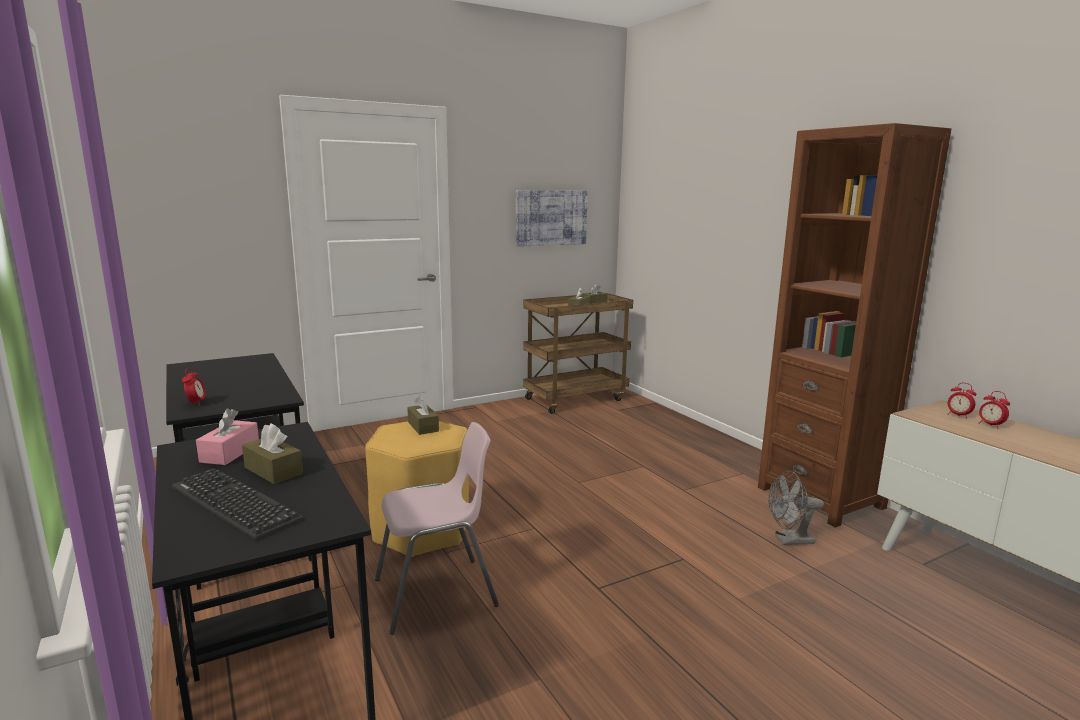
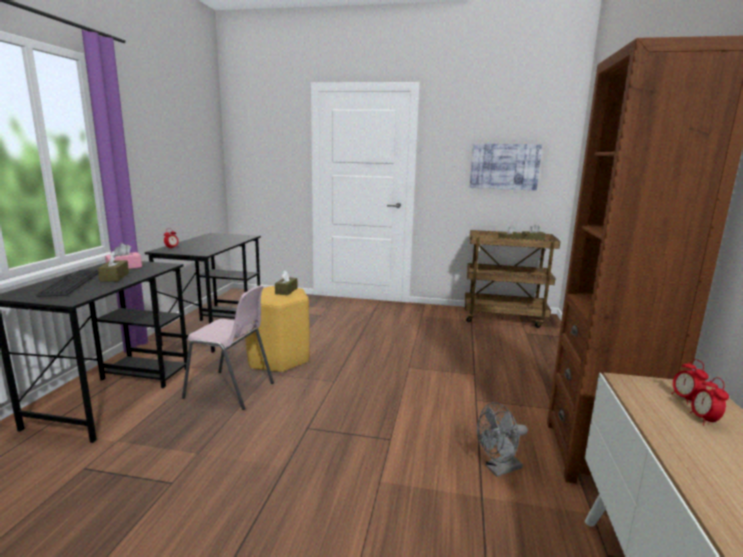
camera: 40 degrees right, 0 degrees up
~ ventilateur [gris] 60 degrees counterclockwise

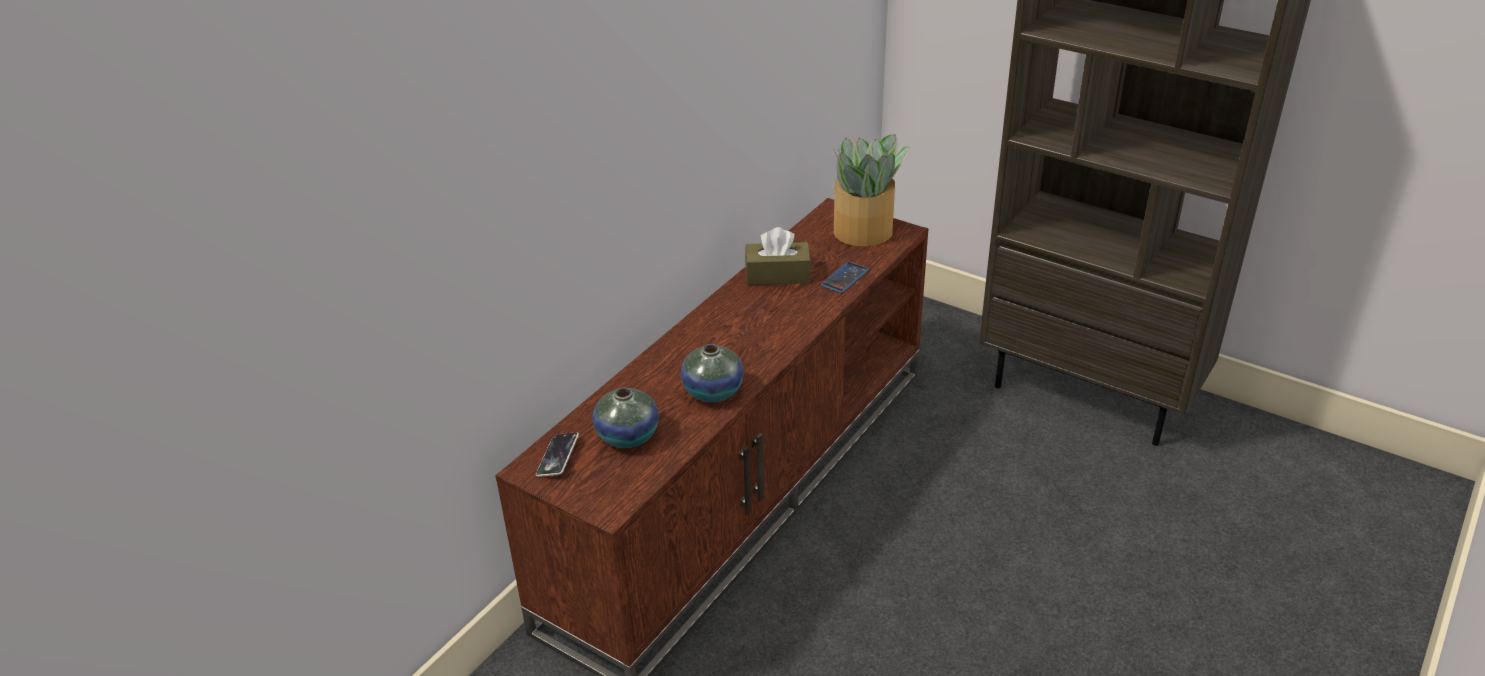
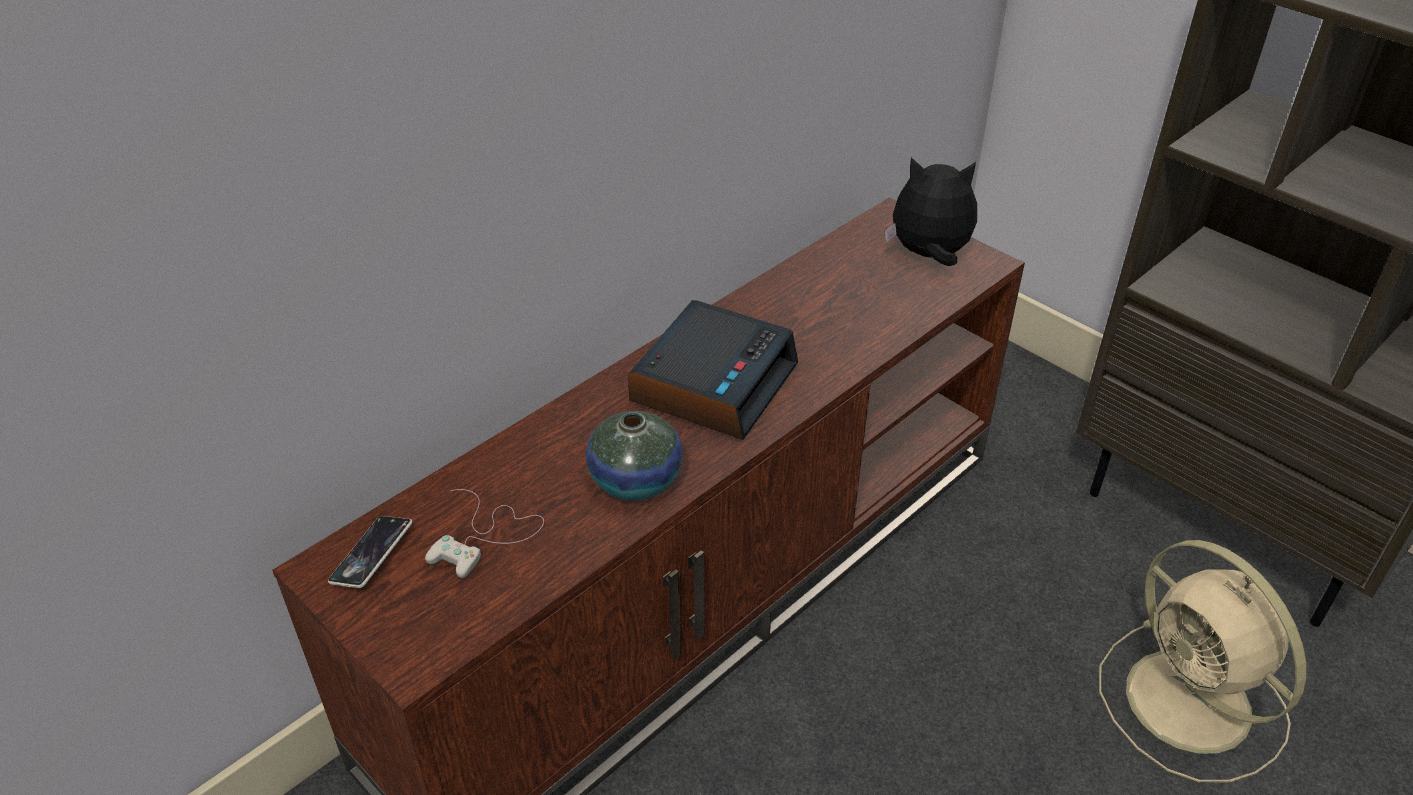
camera: 10 degrees right, 5 degrees up
~ vase (1st from left) to manette [blanc]
+ réveil
~ plante en pot to peluche
+ ventilateur [beige]
- boîte à mouchoirs [marron]
- téléphone (2nd from left)

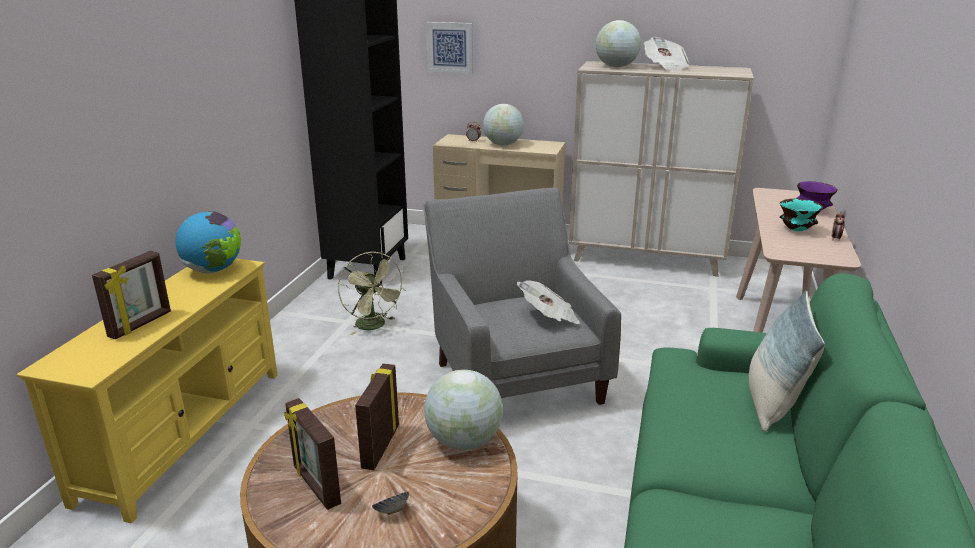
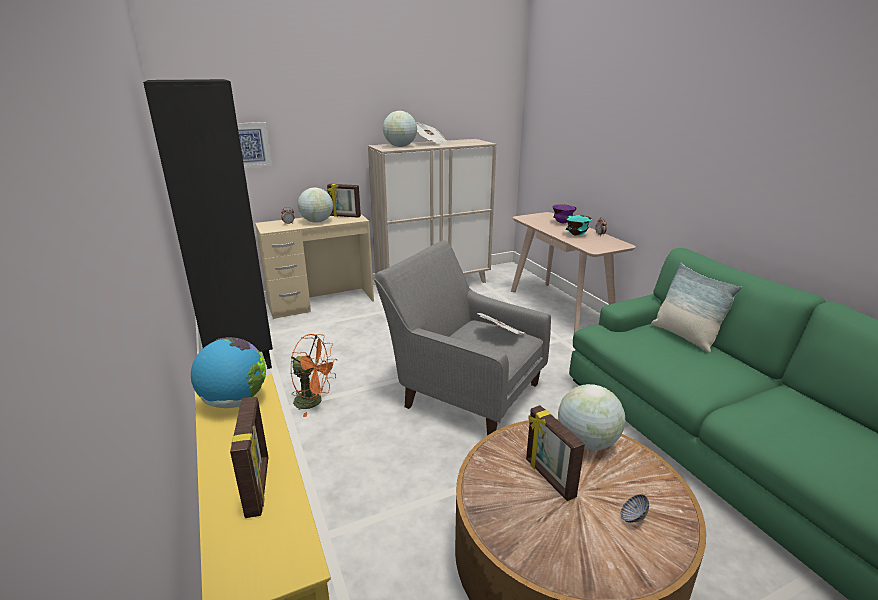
camera: 40 degrees left, 0 degrees up
~ ventilateur [vert] to ventilateur [orange]
~ cadre photo (2nd from left)

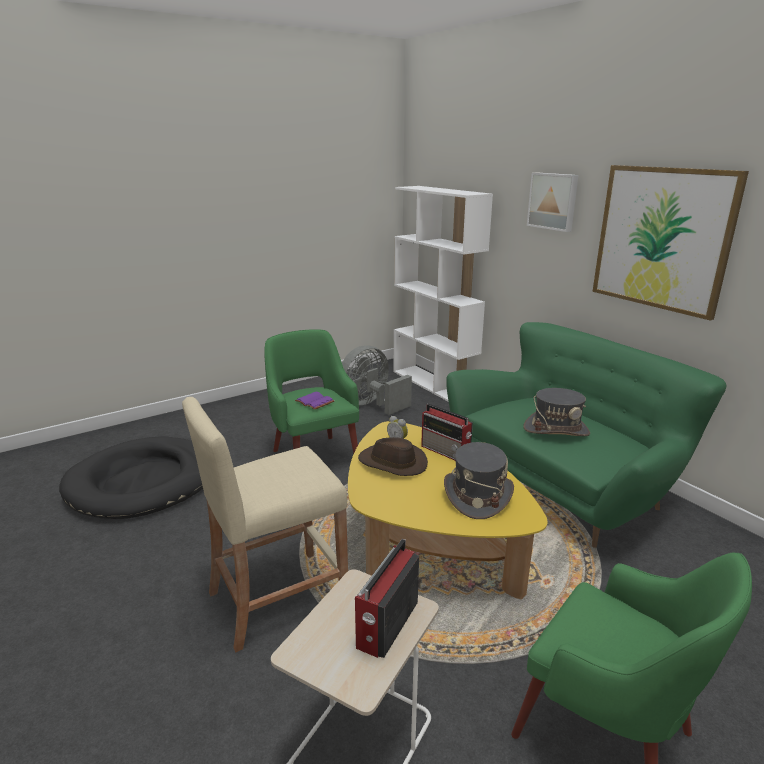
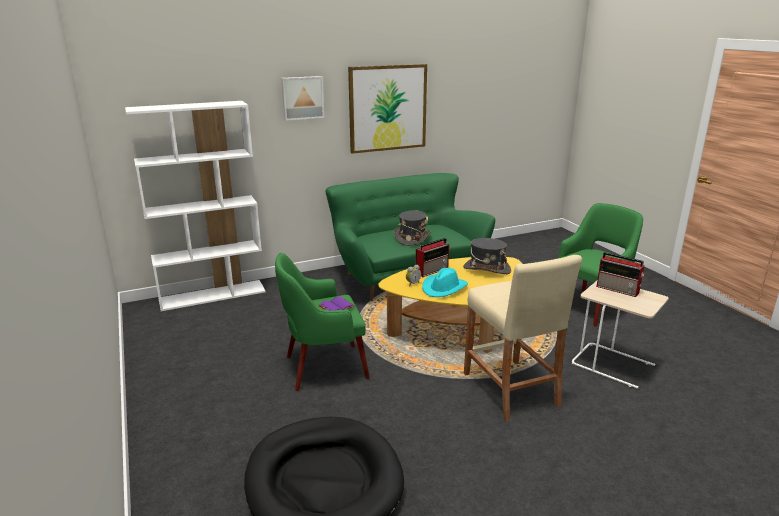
camera: 80 degrees left, 0 degrees up
~ chapeau [marron] to chapeau [turquoise]
- ventilateur [gris]

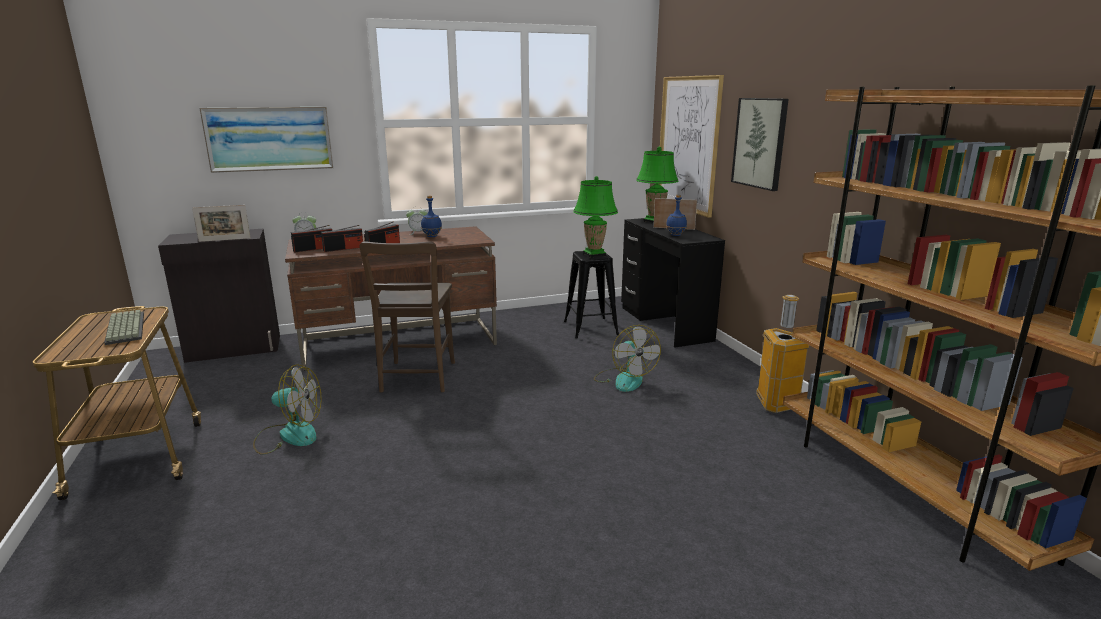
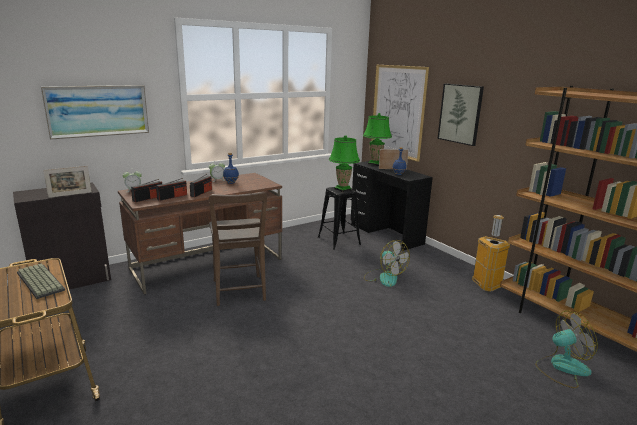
camera: 15 degrees left, 0 degrees up
~ ventilateur (1st from left in the first image) to ventilateur (2nd from left)

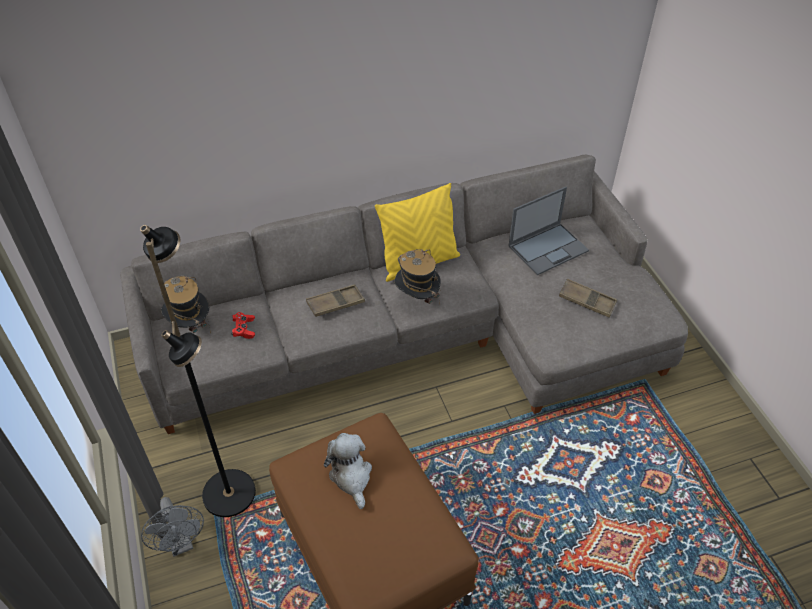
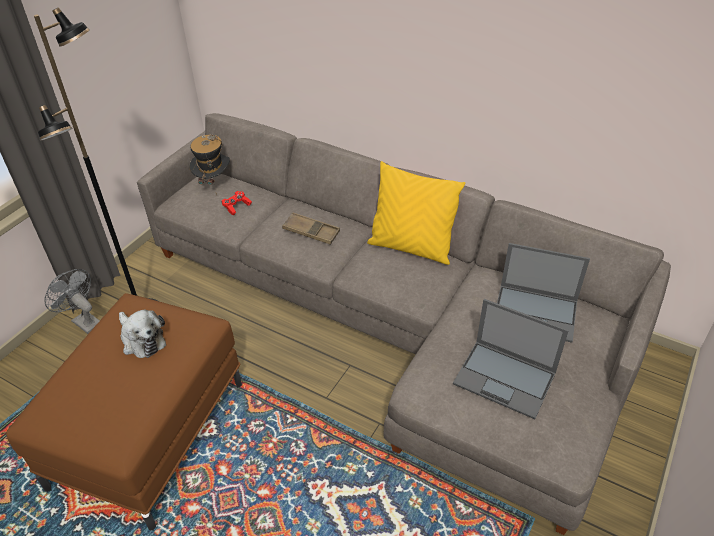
camera: 50 degrees right, 5 degrees down
~ ventilateur [gris] 105 degrees clockwise
~ peluche 105 degrees clockwise
~ plateau [marron] (2nd from left) to ordinateur portable (1st from left)
- chapeau (2nd from left)

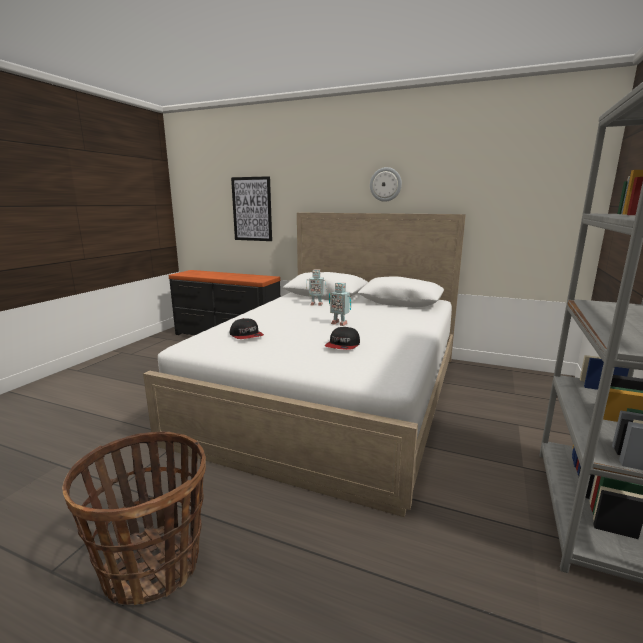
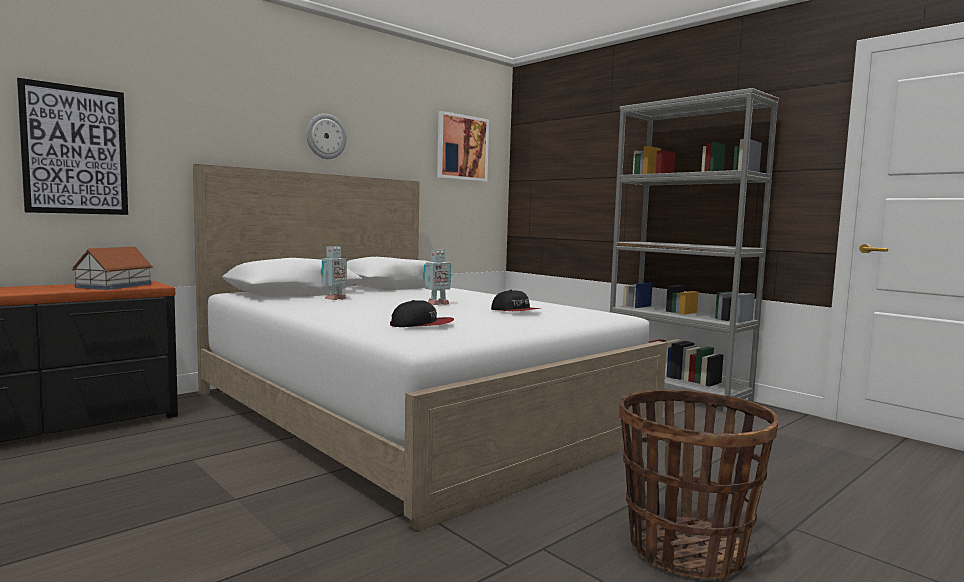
camera: 65 degrees left, 10 degrees down
+ maison miniature
+ tableau (2nd from left)

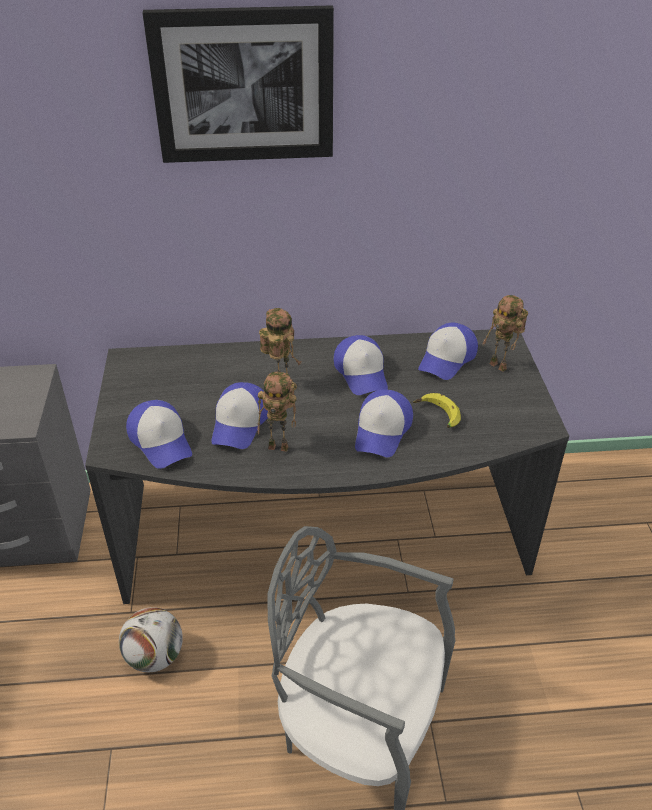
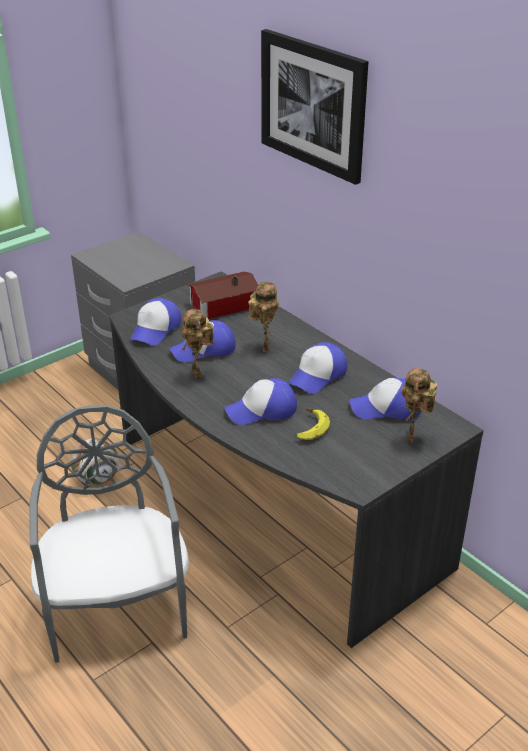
camera: 55 degrees right, 5 degrees down
+ maison miniature

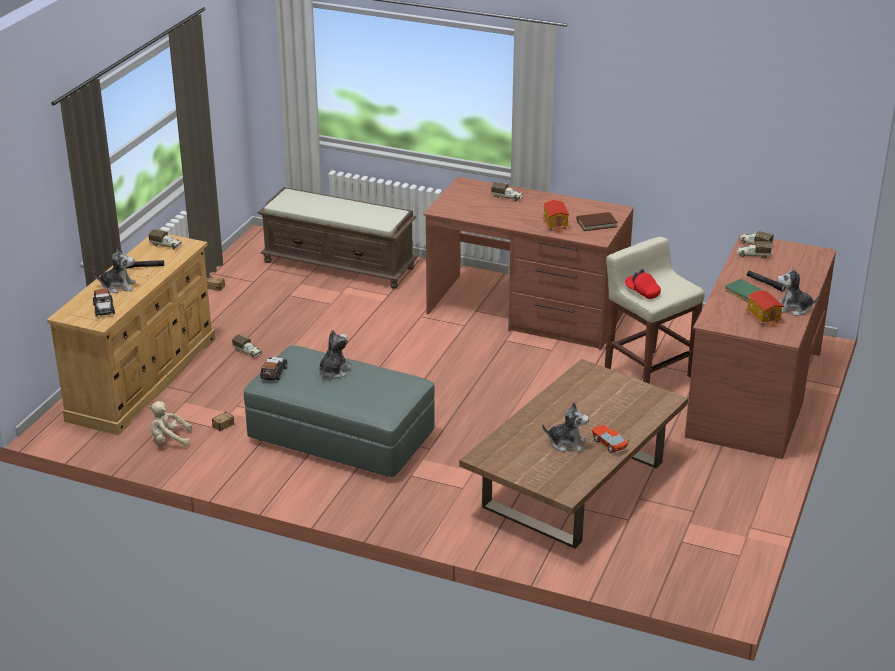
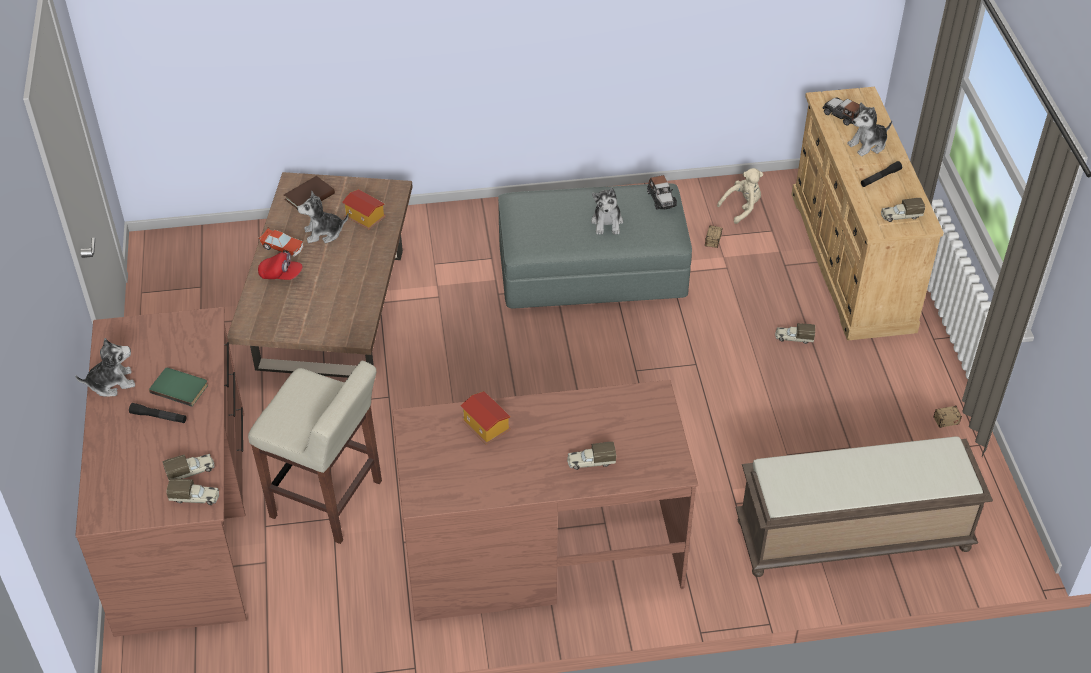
camera: 150 degrees right, 15 degrees up
~ casquette [rouge]
~ livre [marron]
~ maison miniature (2nd from left in the first image) to maison miniature (1st from left)

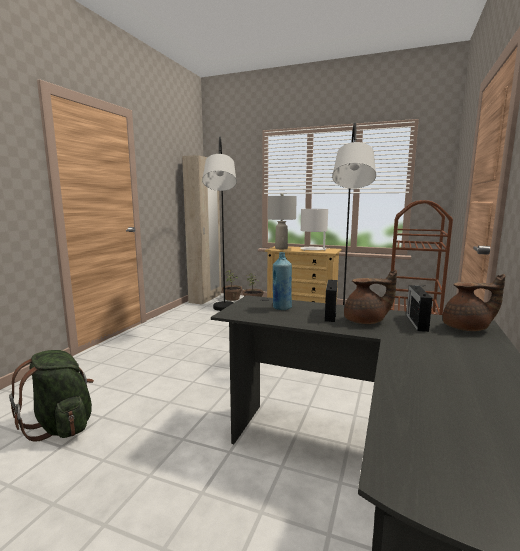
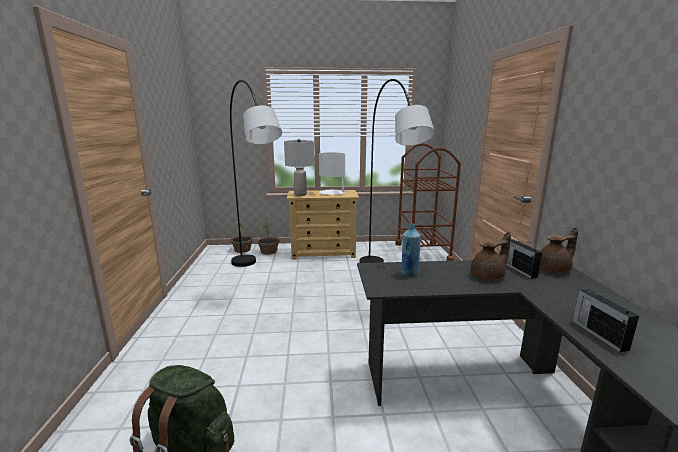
camera: 25 degrees left, 5 degrees up
~ radio (1st from left in the first image) to radio (2nd from left)
- armoire [beige]

